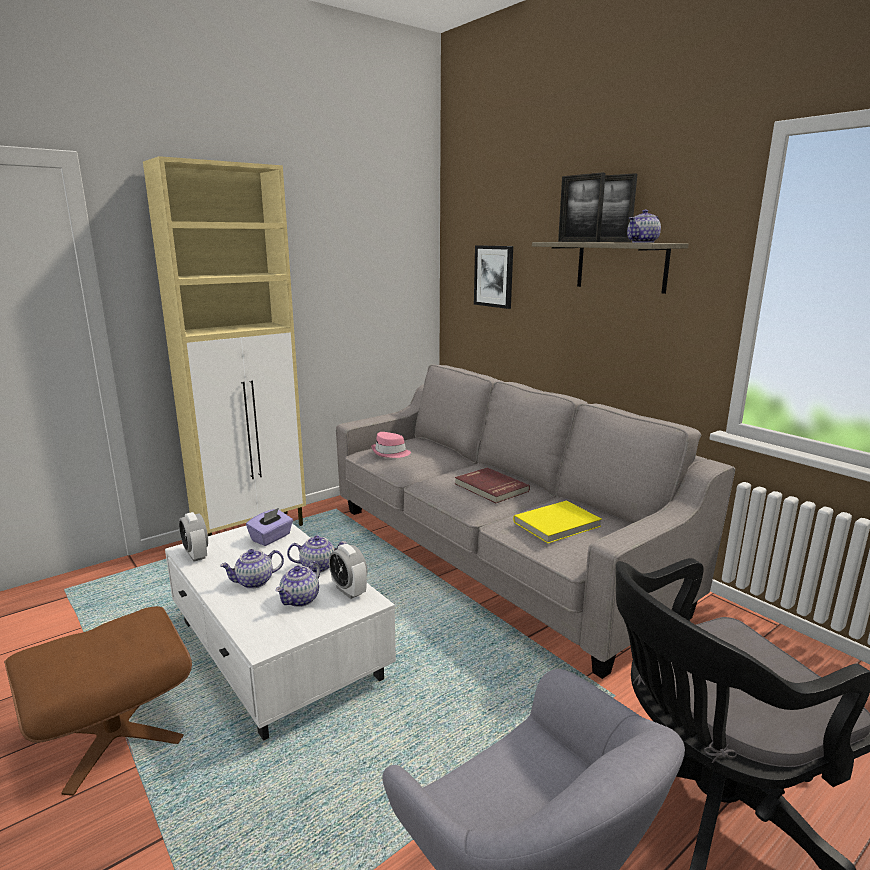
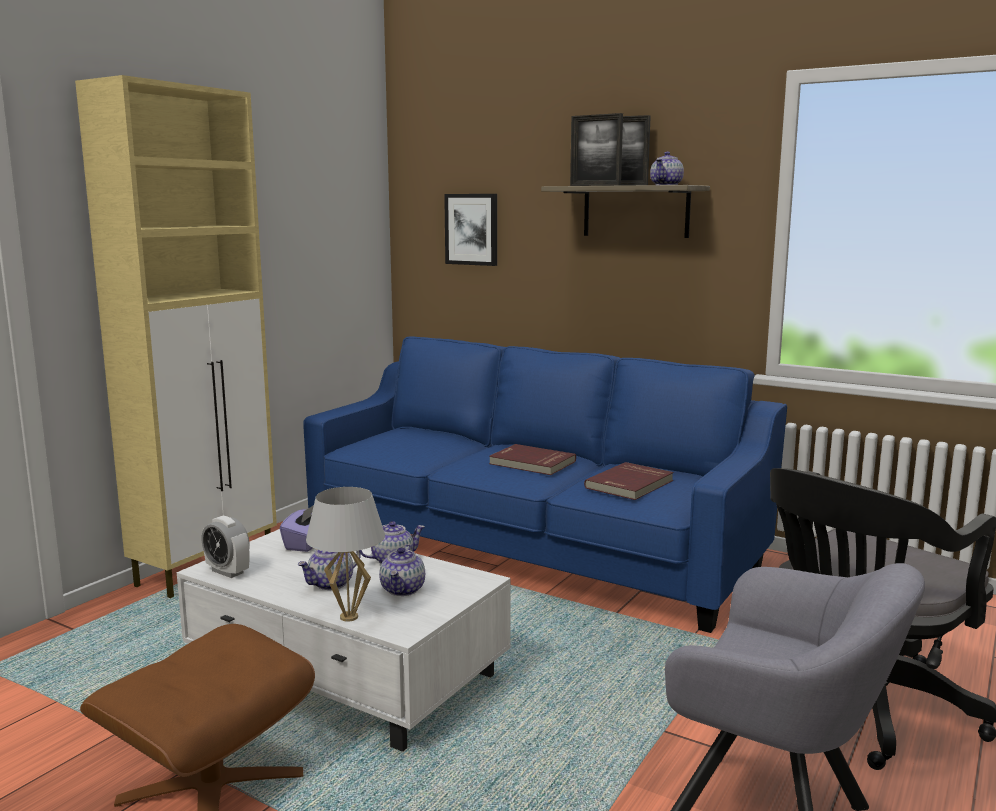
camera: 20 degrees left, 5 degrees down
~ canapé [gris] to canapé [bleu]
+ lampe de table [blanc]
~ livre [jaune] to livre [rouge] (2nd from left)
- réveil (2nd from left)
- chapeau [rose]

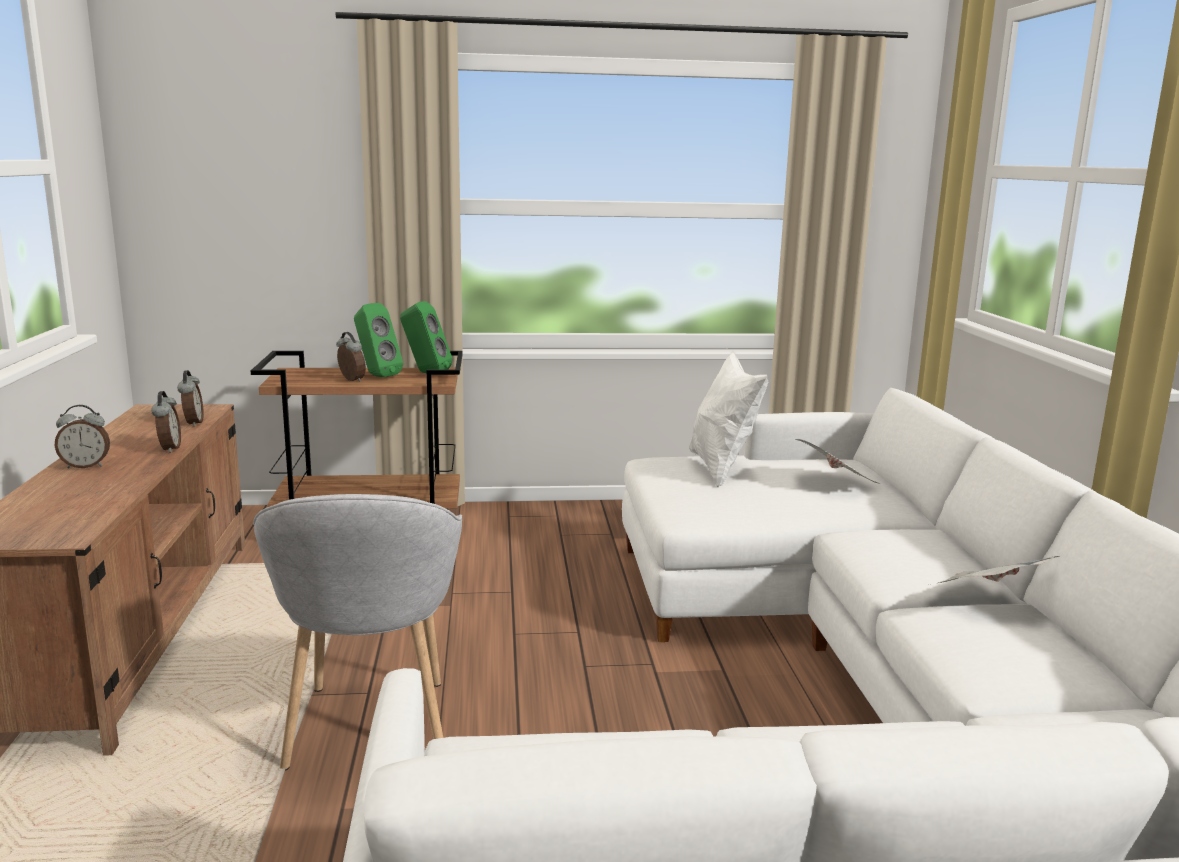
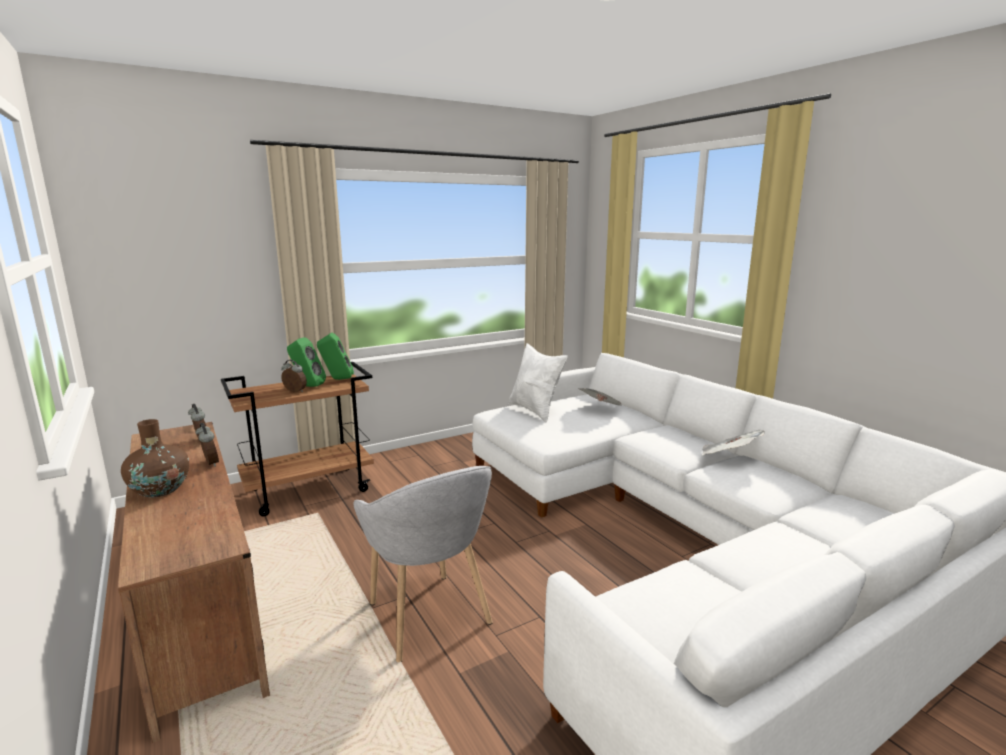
camera: 25 degrees left, 0 degrees up
~ réveil (1st from left) to vase [marron]

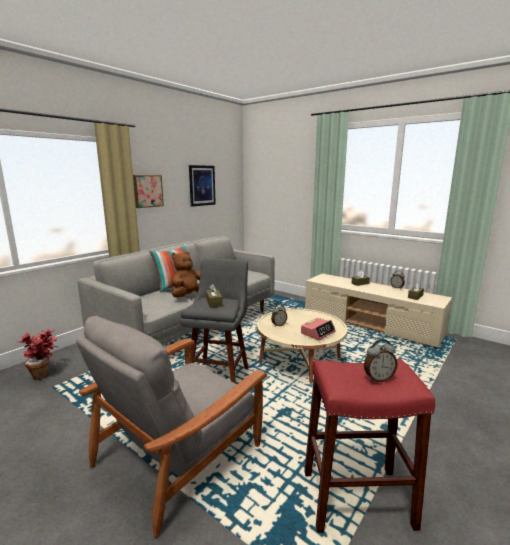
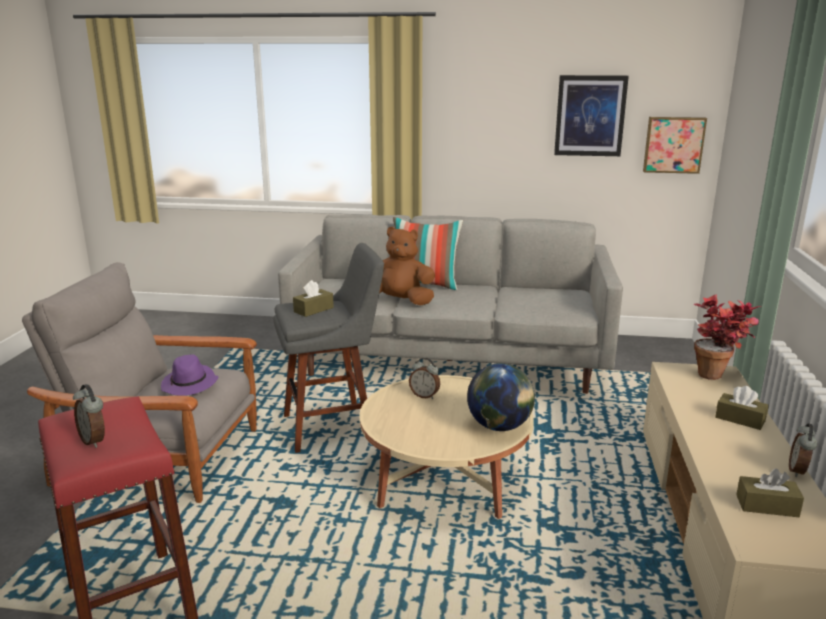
camera: 60 degrees right, 5 degrees up
+ chapeau [violet]
+ globe
~ tableau (1st from left in the first image) to tableau (2nd from left)
~ plante en pot
- réveil (2nd from left)

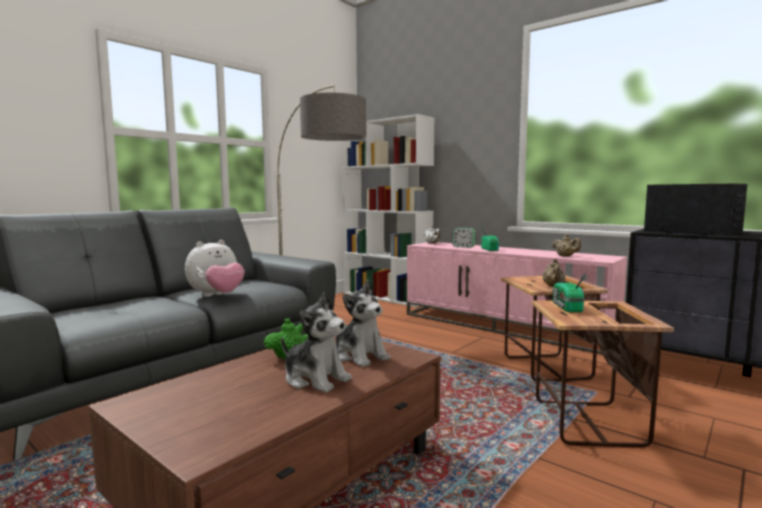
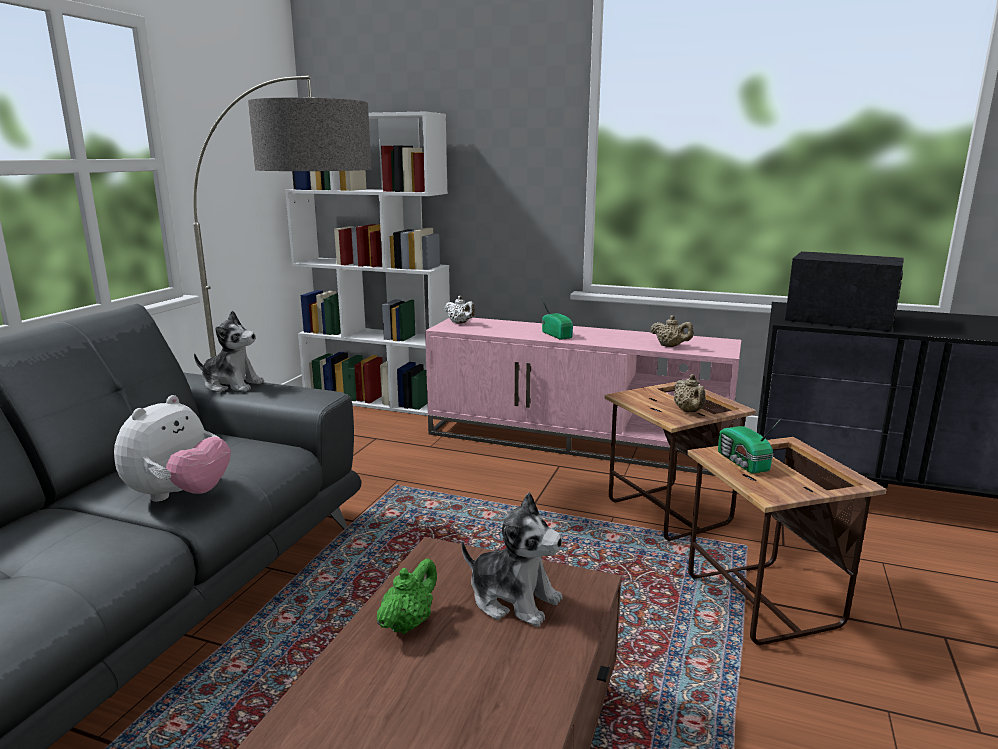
camera: 20 degrees left, 10 degrees up
~ peluche (2nd from left)
- réveil

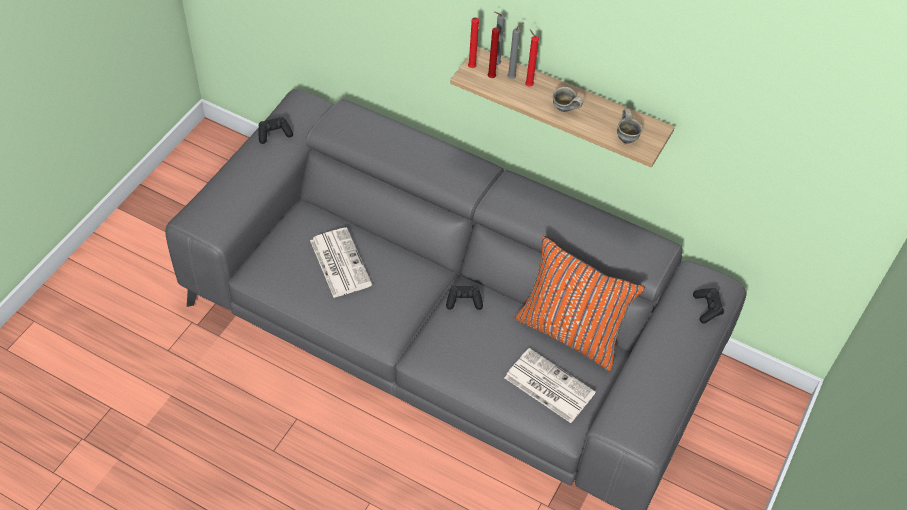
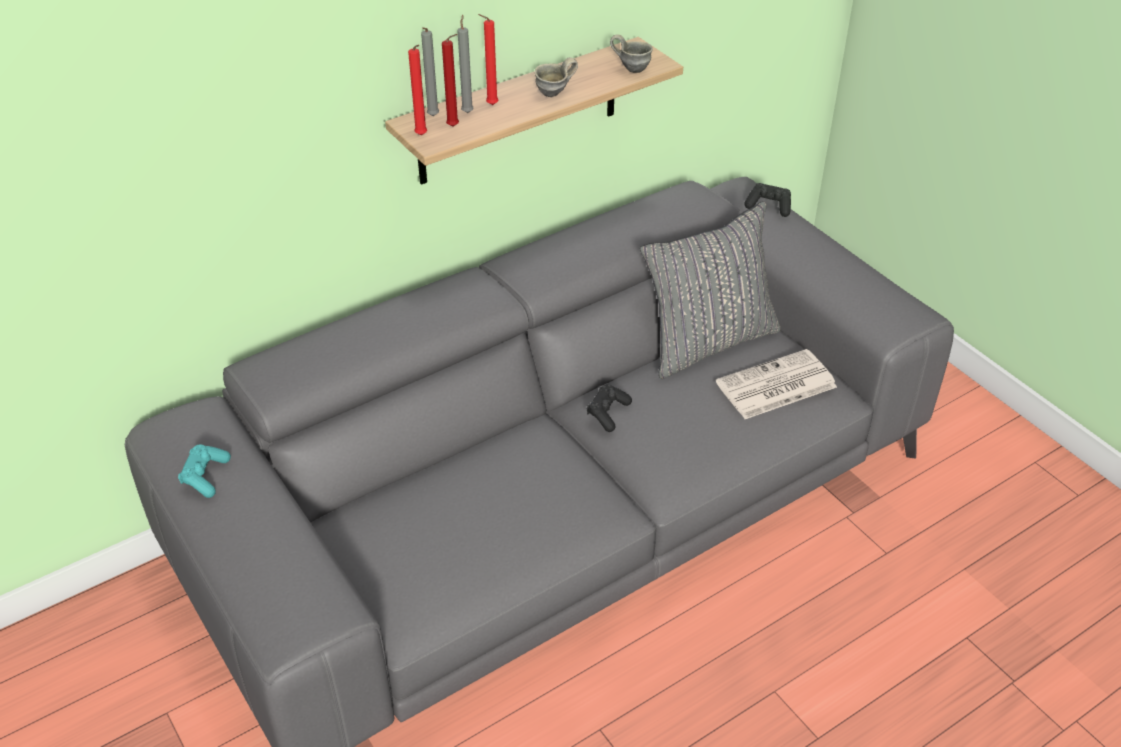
camera: 60 degrees left, 10 degrees down
~ manette [noir] (1st from left) to manette [turquoise]
~ coussin [orange] to coussin [gris]
- journal (1st from left)

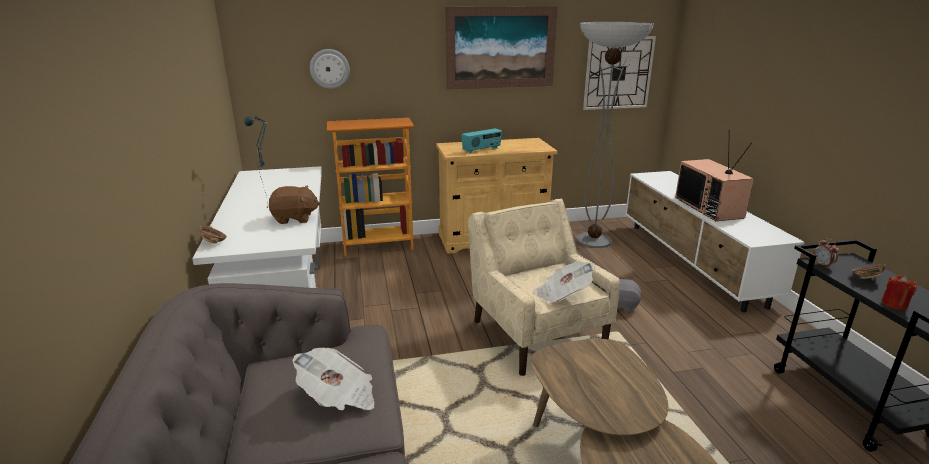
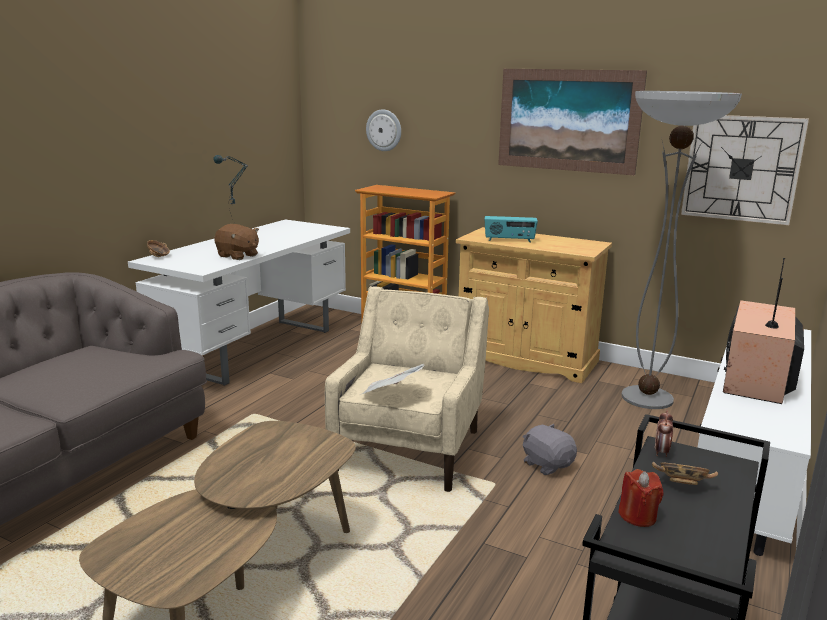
camera: 40 degrees right, 5 degrees down
- journal (1st from left)

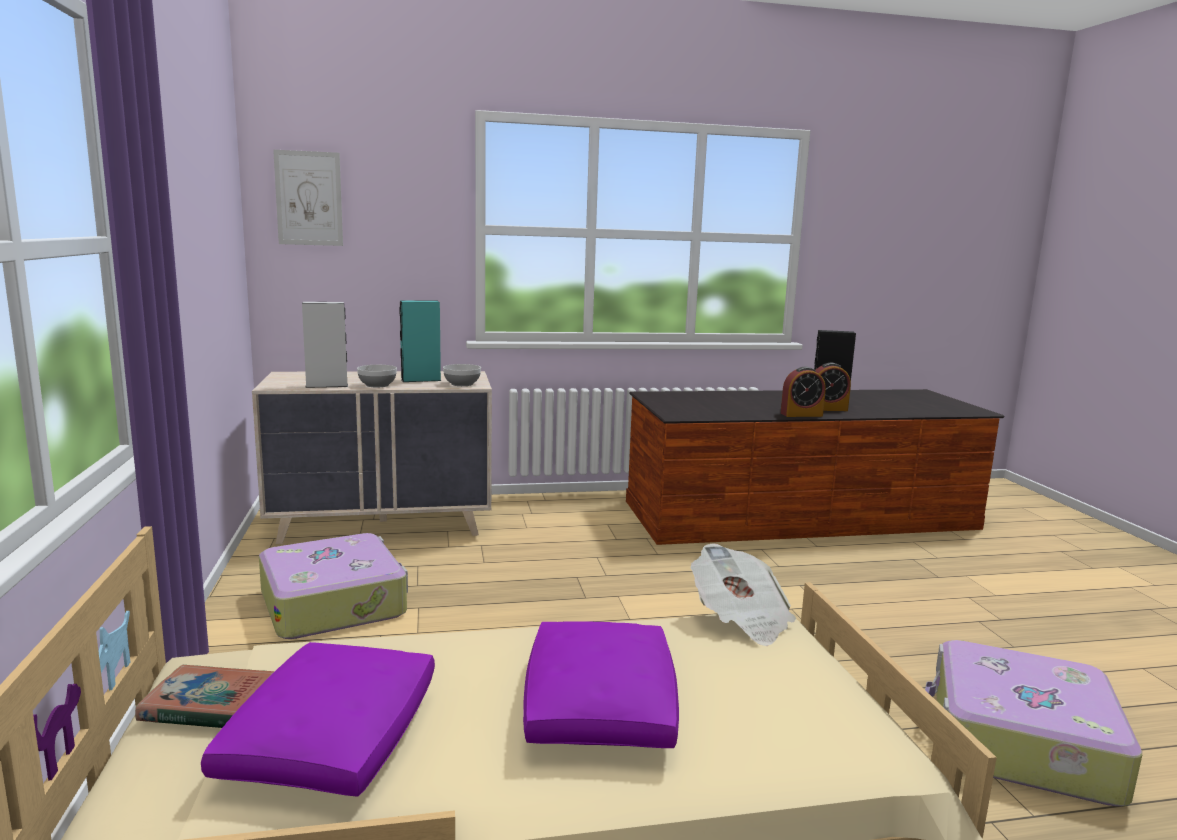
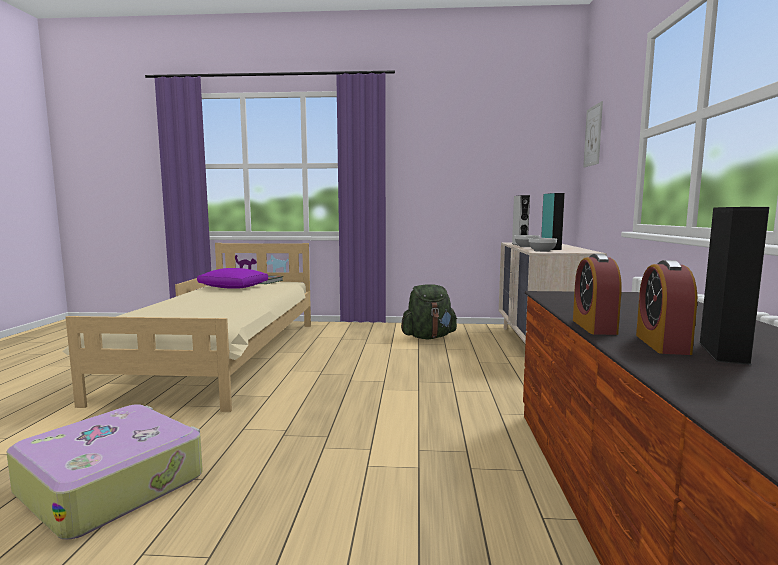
camera: 105 degrees right, 5 degrees down
~ valise (1st from left) to sac à dos [vert]
- coussin [violet] (2nd from left)
- journal

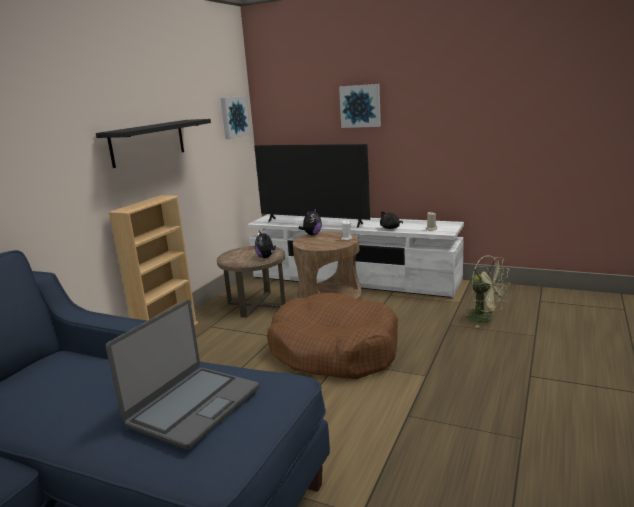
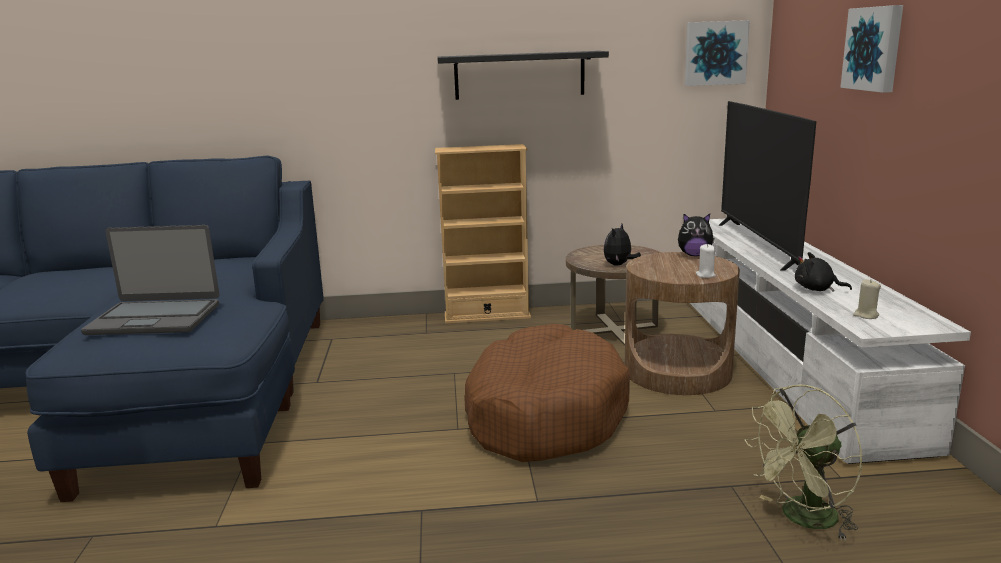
camera: 60 degrees right, 0 degrees up
~ ventilateur [vert] 45 degrees clockwise

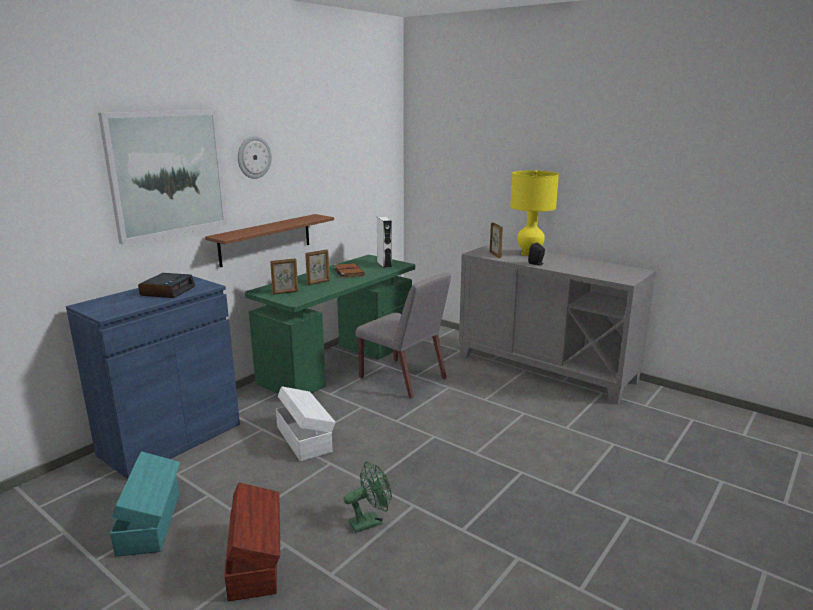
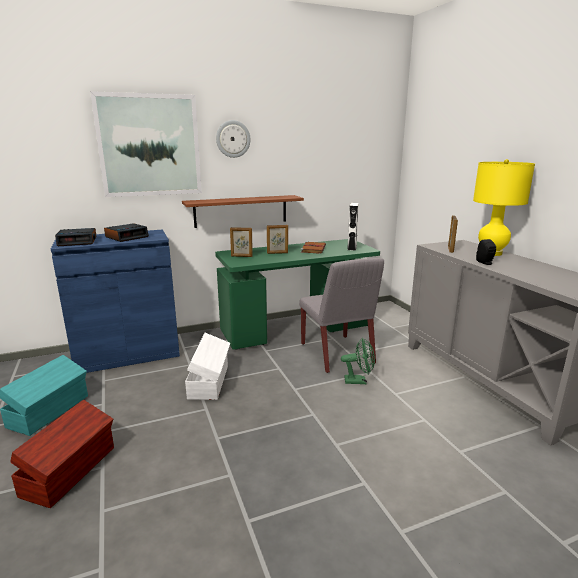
camera: 30 degrees right, 0 degrees up
+ réveil (1st from left)
~ ventilateur [vert]

